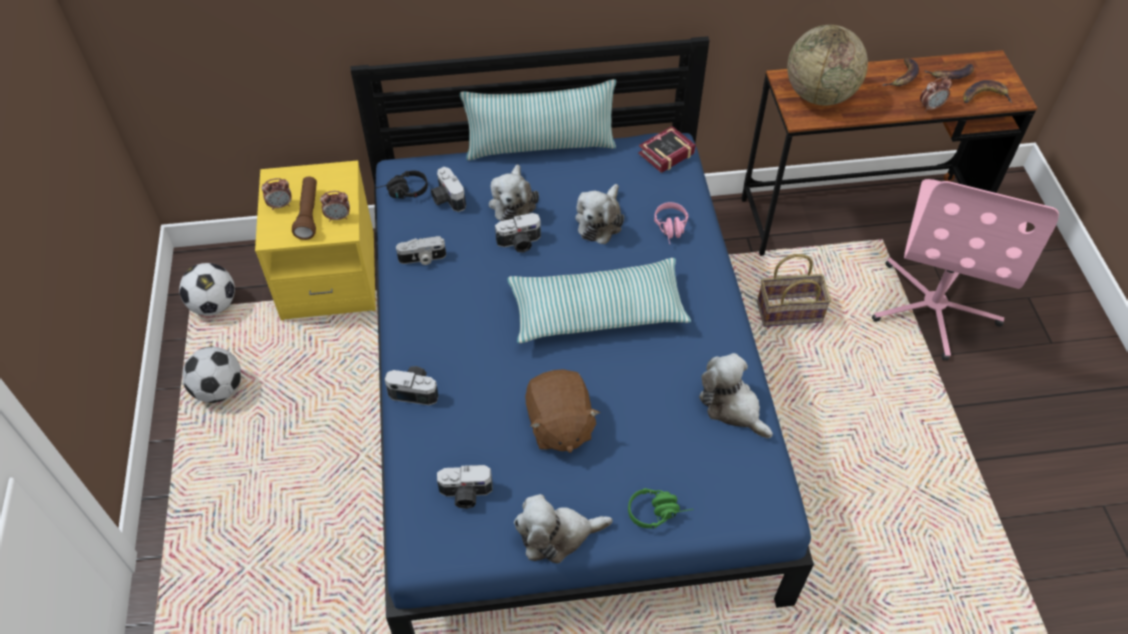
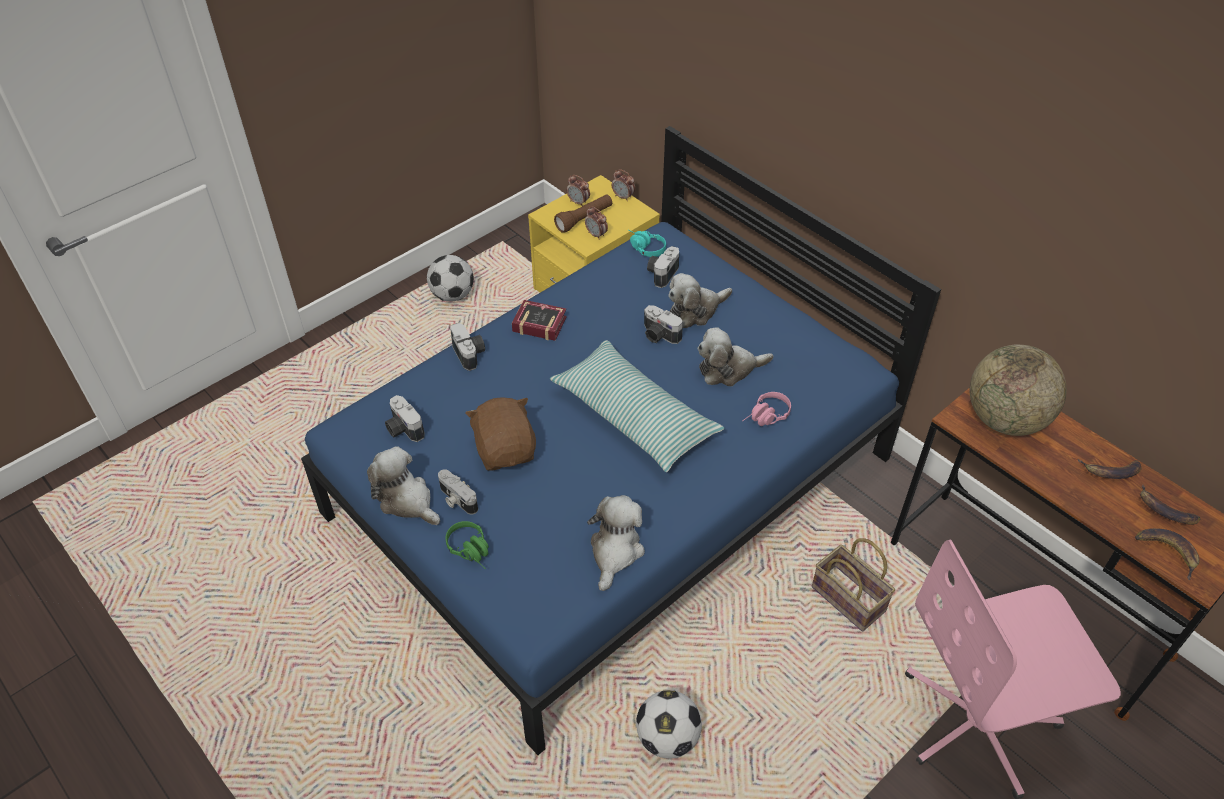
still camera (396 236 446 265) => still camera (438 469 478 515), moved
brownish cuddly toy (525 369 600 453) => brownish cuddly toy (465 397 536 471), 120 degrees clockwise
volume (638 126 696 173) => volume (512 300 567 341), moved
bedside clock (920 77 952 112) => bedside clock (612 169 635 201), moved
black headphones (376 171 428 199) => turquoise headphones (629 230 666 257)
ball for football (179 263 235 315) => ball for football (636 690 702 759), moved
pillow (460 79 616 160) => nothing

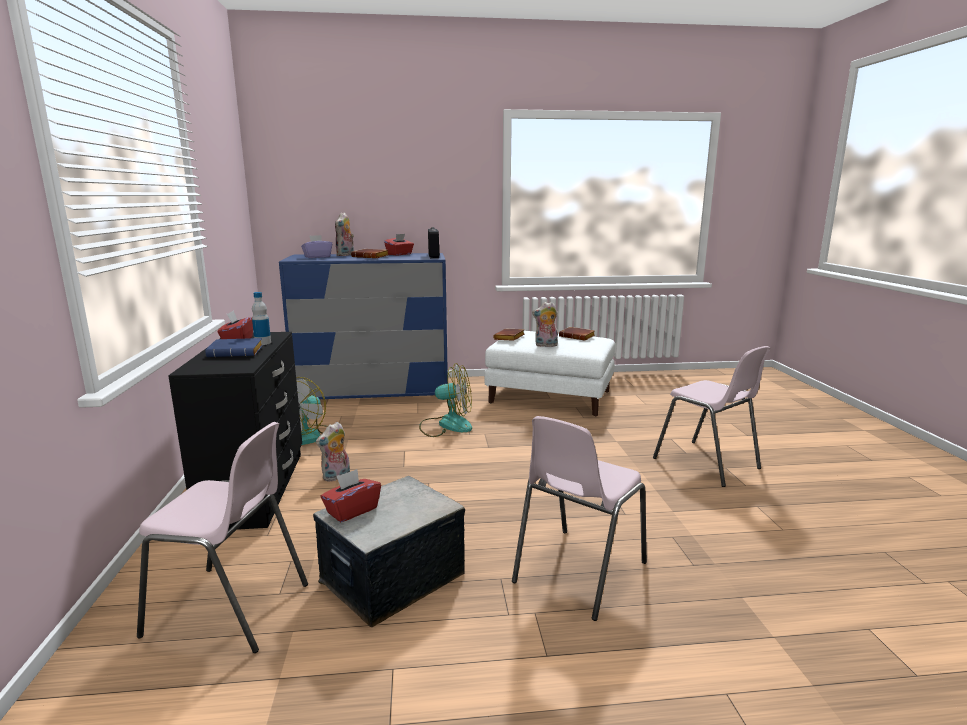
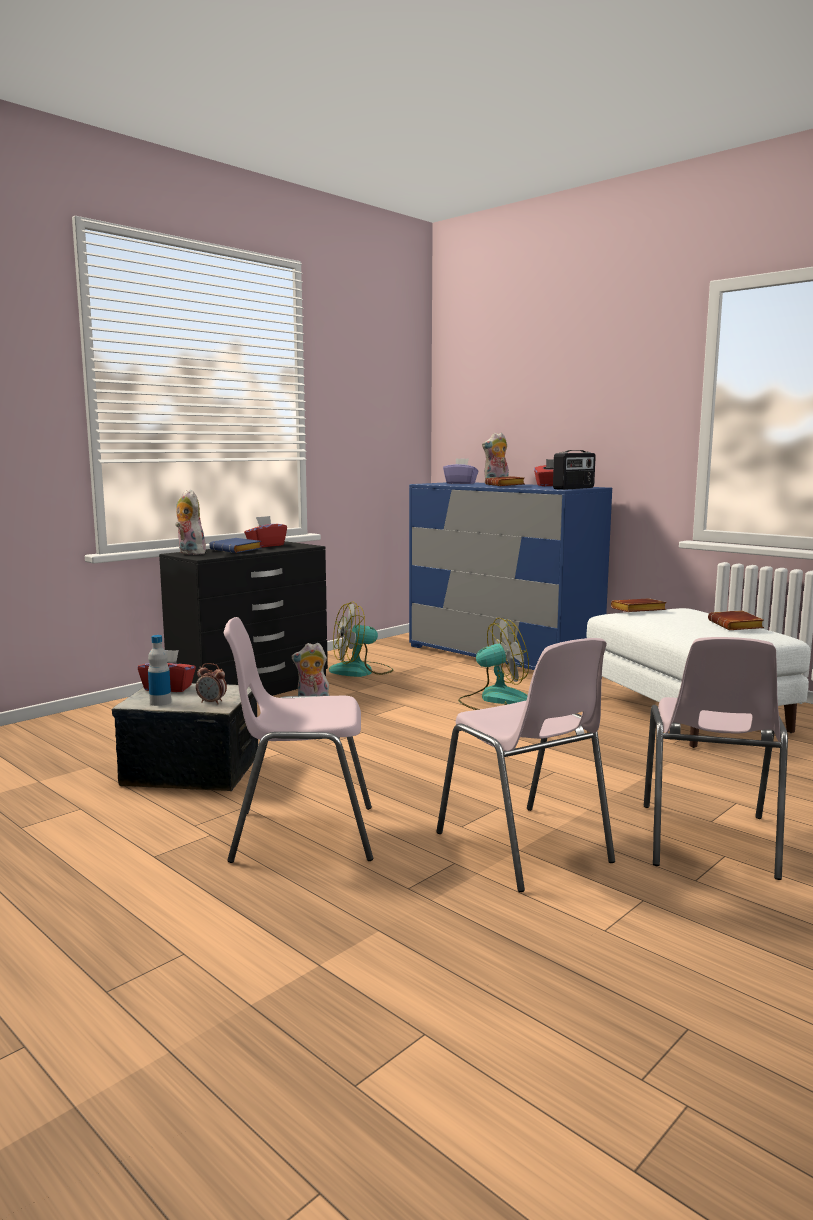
beverage bottle (252 292 271 345) => beverage bottle (148 635 171 706), moved
cuddly toy (532 302 558 347) => cuddly toy (176 490 206 555), moved
nothing => bedside clock (196 663 227 704)
pink-coloured chair (137 422 308 653) => pink-coloured chair (436 638 615 892), moved
electric fan (419 363 472 437) => electric fan (458 618 529 710), 75 degrees counterclockwise

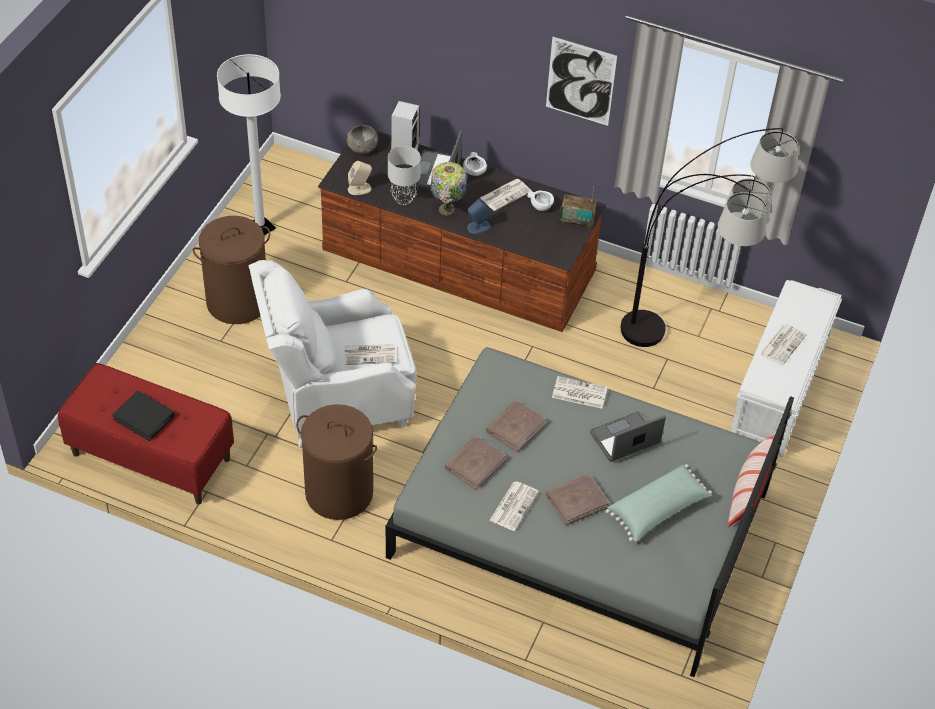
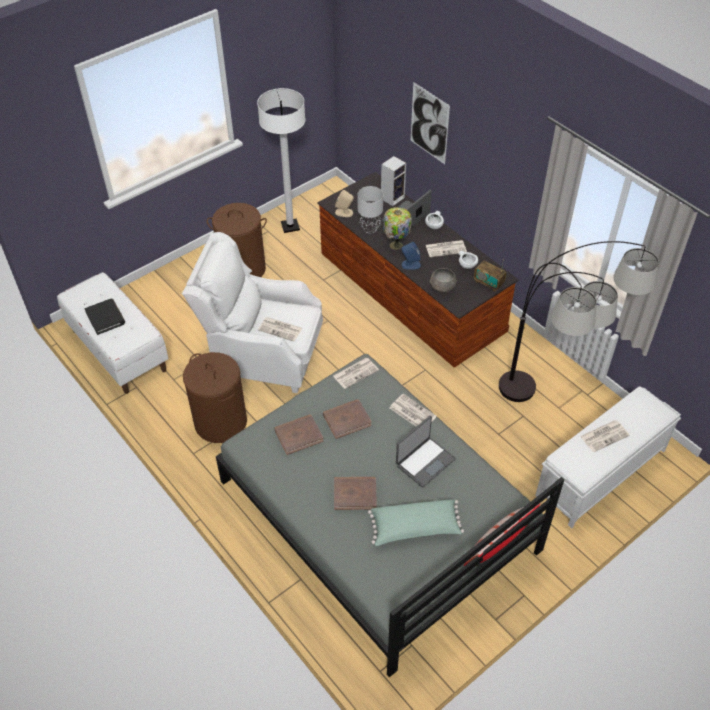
red-coloured bench (58 363 234 505) => white bench (57 272 169 394)
printed paper (489 482 539 531) => printed paper (333 358 379 389), moved
portable computer (590 412 666 462) => portable computer (396 415 456 488), 135 degrees clockwise
wall art (546 37 617 126) => wall art (411 82 450 164), moved
grey bowl (347 125 378 154) => grey bowl (430 268 457 293), moved

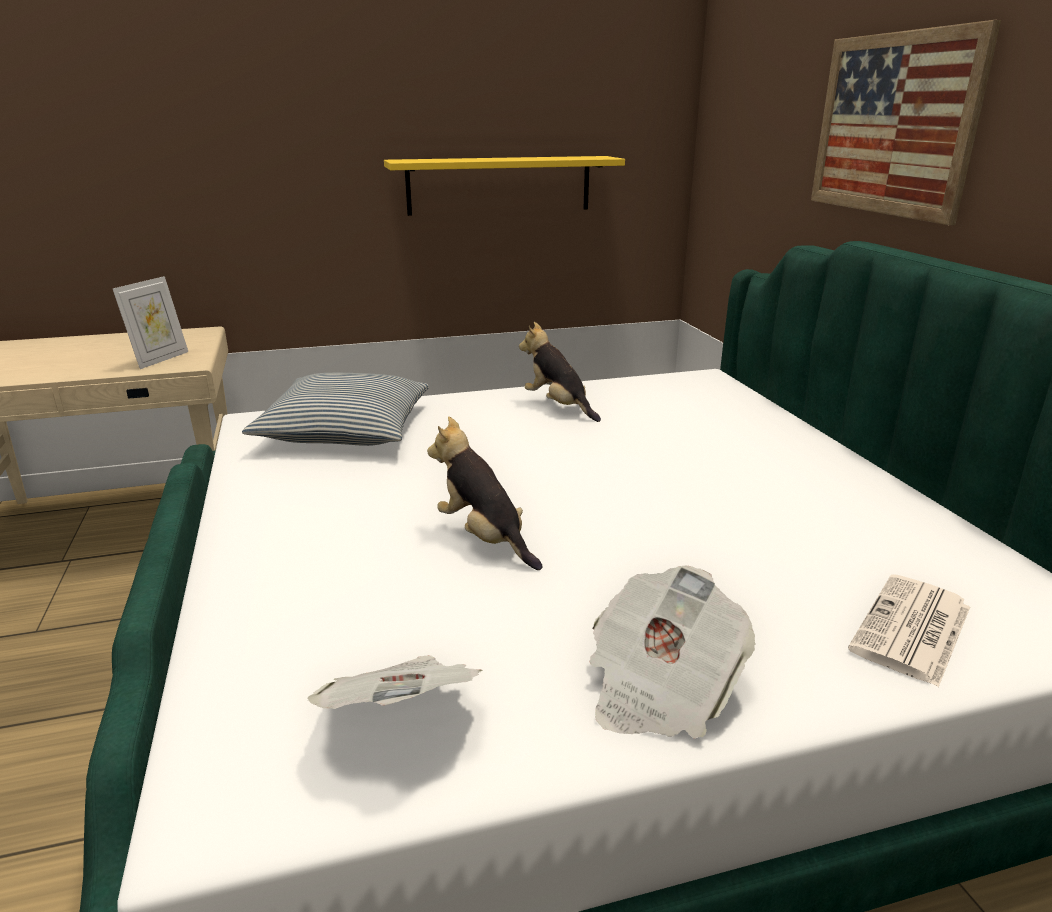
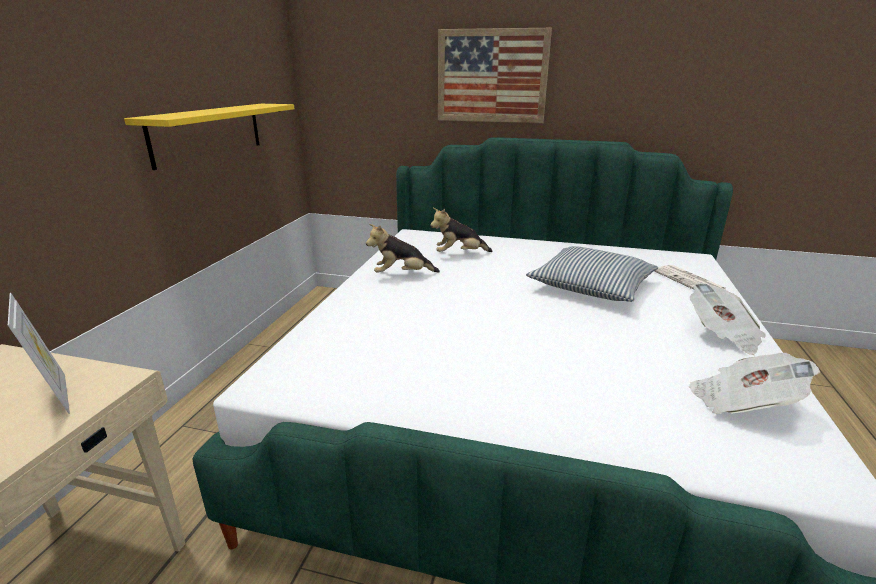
cuddly toy (427 417 542 570) => cuddly toy (430 208 493 252), moved
pillow (242 373 429 446) => pillow (526 246 658 302), moved

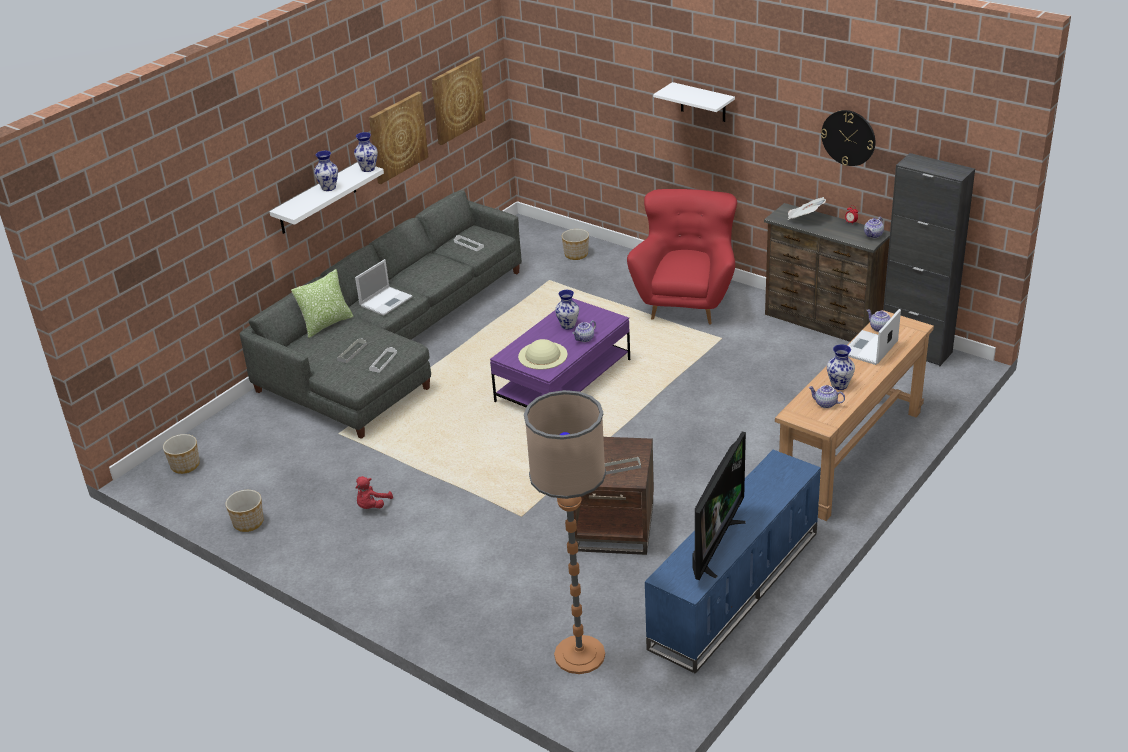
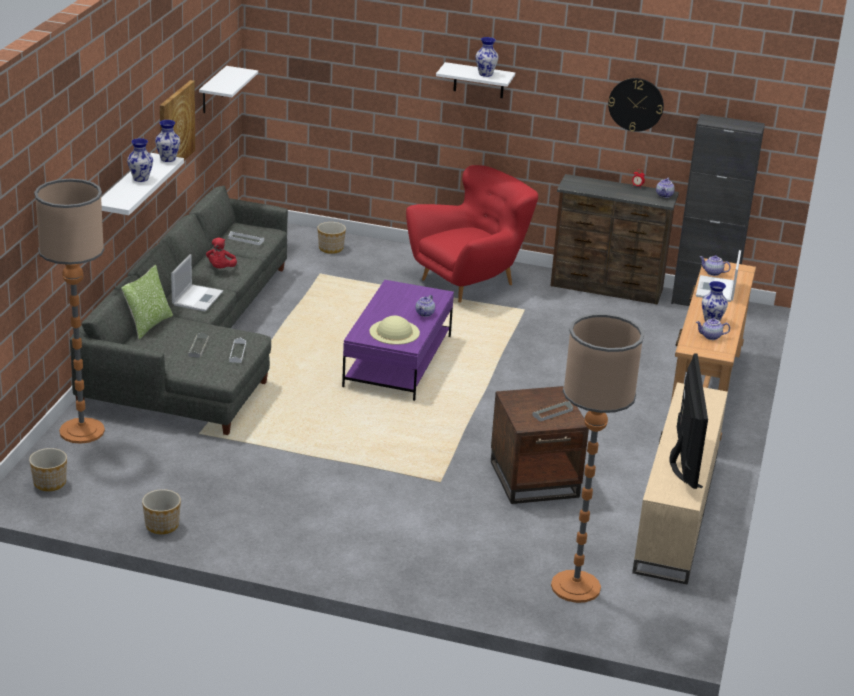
nothing => standard lamp (34 178 105 444)
wall art (432 56 485 145) => white wall shelf (199 66 258 113)
red-coloured cuddly toy (355 476 393 509) => red-coloured cuddly toy (206 237 237 268), moved
red-coloured easy chair (627 189 737 324) => red-coloured easy chair (406 165 538 303), 60 degrees clockwise
flower vase (555 290 579 329) => flower vase (475 37 499 77), moved
bluish media console (645 450 821 674) => sand-coloured media console (632 382 728 585)
printed paper (788 197 826 220) => nothing

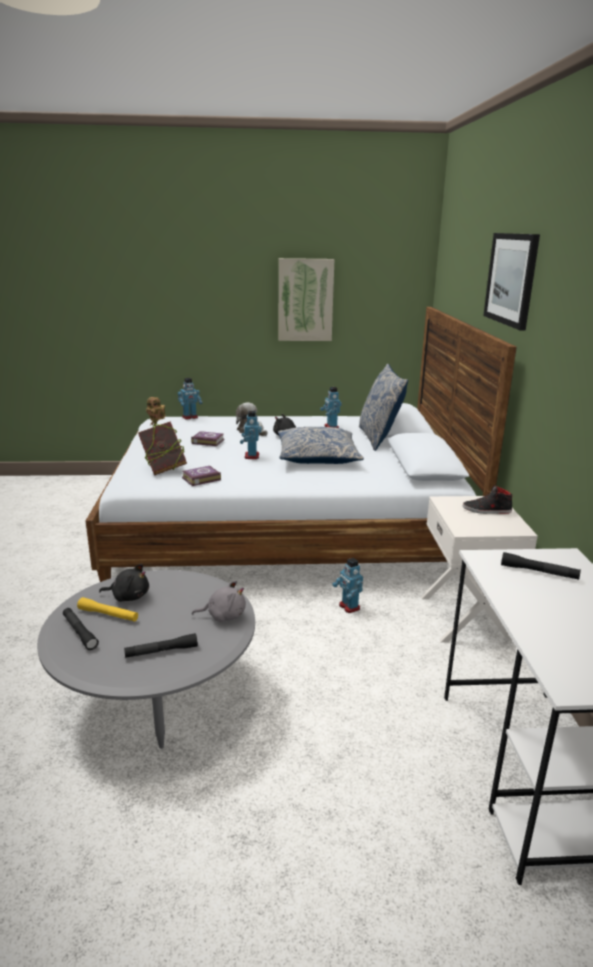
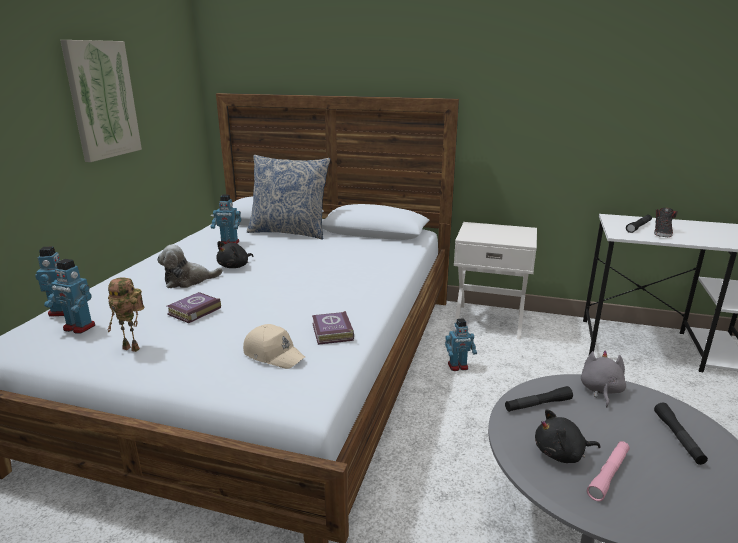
robot figure (240 410 262 459) => robot figure (44 259 95 334), moved
volume (138 422 187 475) => sand-coloured peaked cap (243 324 305 369)
black flashlight (63 608 99 650) => black flashlight (505 386 573 412), moved
black cuddly toy (99 564 149 602) => black cuddly toy (535 409 601 463), 120 degrees counterclockwise
yellow-coloured flashlight (77 597 138 622) => pink-coloured flashlight (587 441 630 501)
black item of footwear (462 485 512 514) => black item of footwear (654 208 678 237), moved
pillow (278 427 364 464) => nothing
wall art (483 233 540 330) => nothing

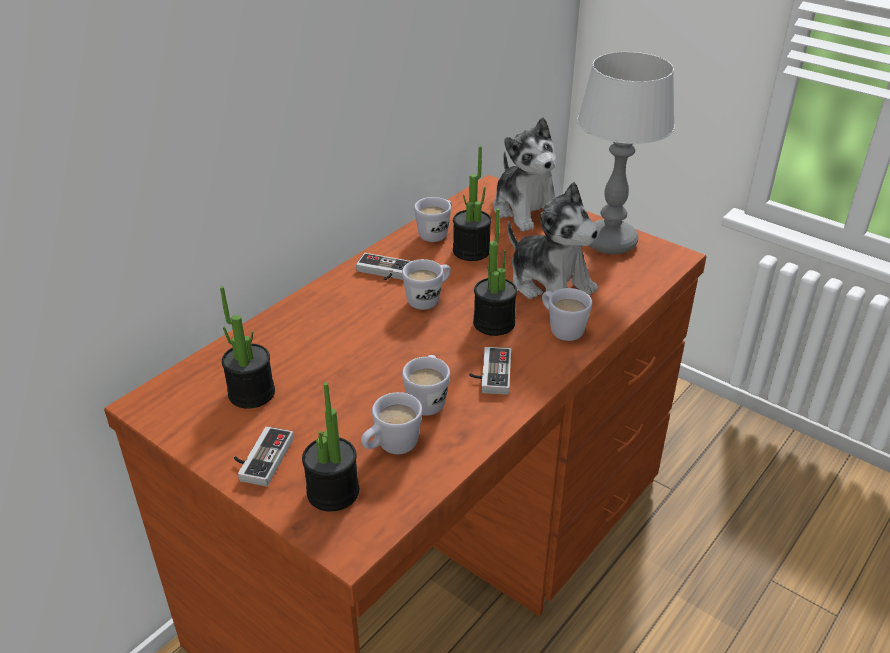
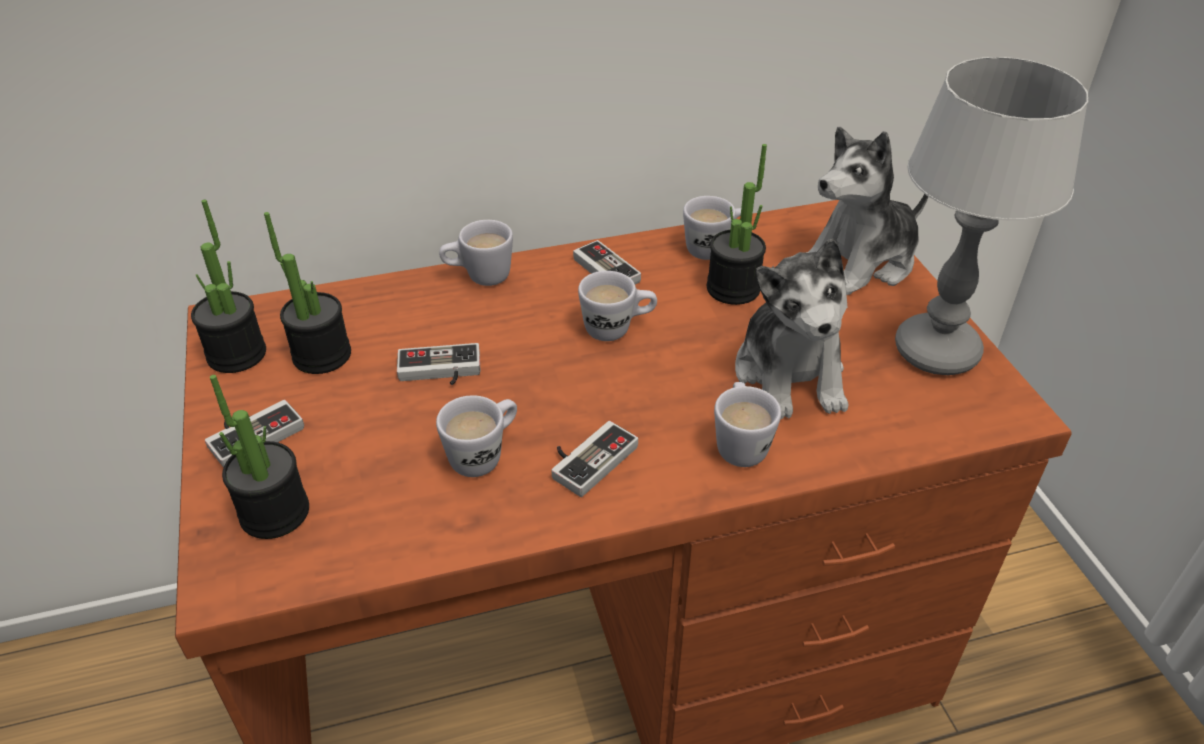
houseplant (473 208 517 336) => houseplant (191 199 266 373), moved
nothing => gamepad (397 343 480 385)
white mug (361 392 422 454) => white mug (439 220 513 286), moved
cuddly toy (493 118 556 232) => cuddly toy (806 127 928 295), 45 degrees clockwise

